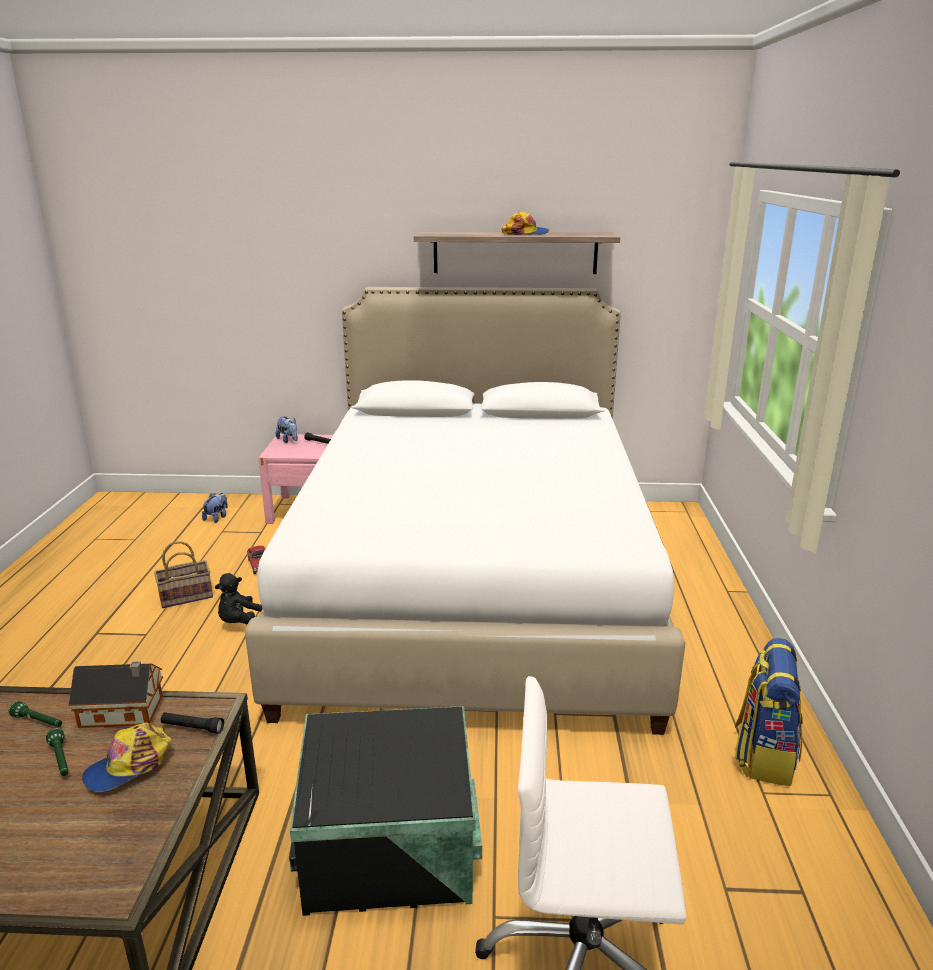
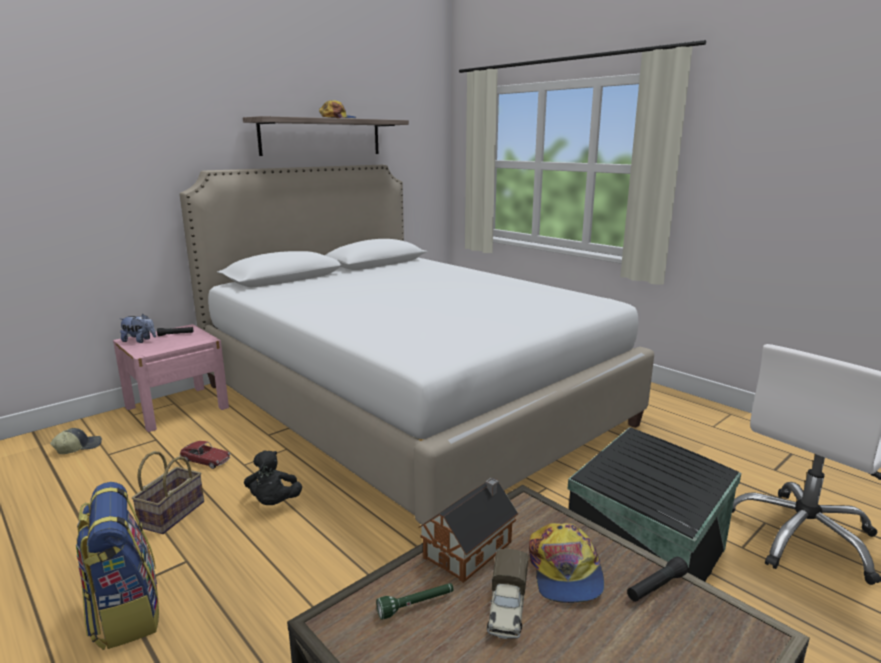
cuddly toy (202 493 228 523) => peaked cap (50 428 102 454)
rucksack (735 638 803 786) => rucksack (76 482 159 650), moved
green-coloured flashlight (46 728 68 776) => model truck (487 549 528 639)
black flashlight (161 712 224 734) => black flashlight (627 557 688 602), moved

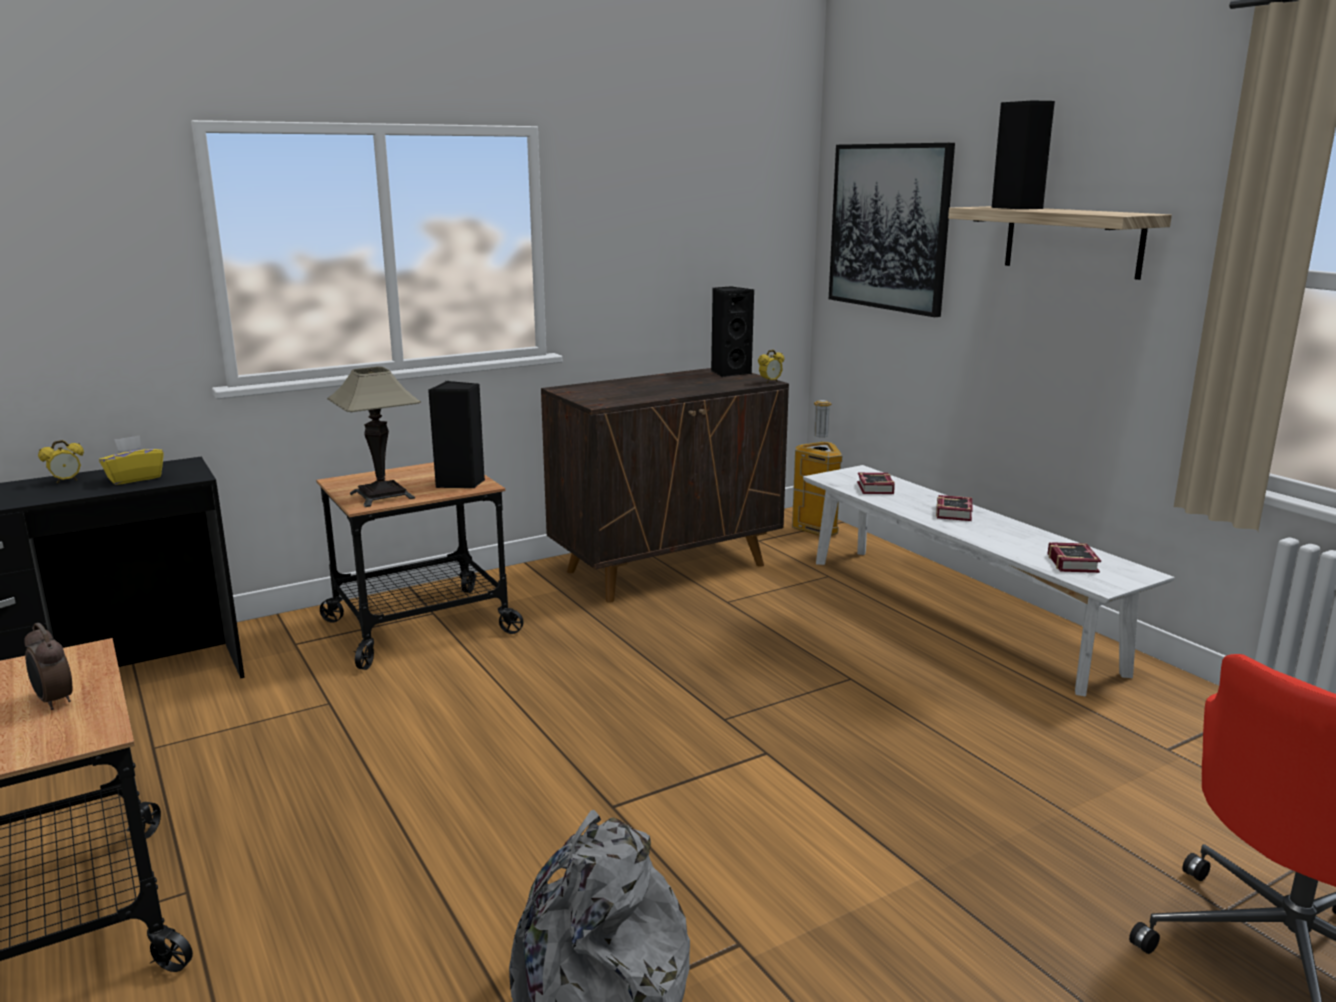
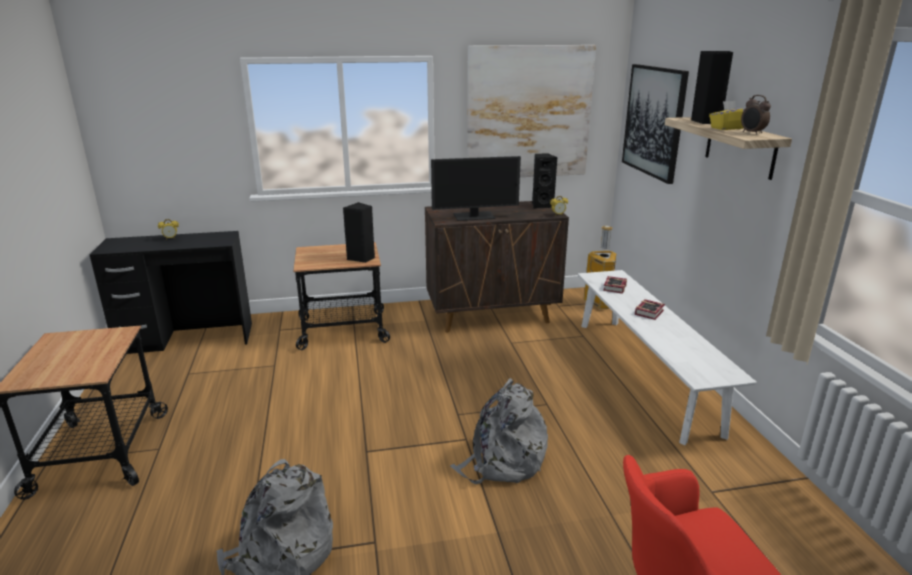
nothing => computer screen (431 156 521 221)
nothing => grey rucksack (450 378 548 484)
nothing => wall art (467 45 596 177)
yellow-coloured box of tissues (99 435 164 485) => yellow-coloured box of tissues (709 101 745 130), moved
bedside clock (24 623 72 710) => bedside clock (741 95 771 135), moved
table lamp (327 366 421 507) => nothing
volume (1047 542 1101 573) => nothing

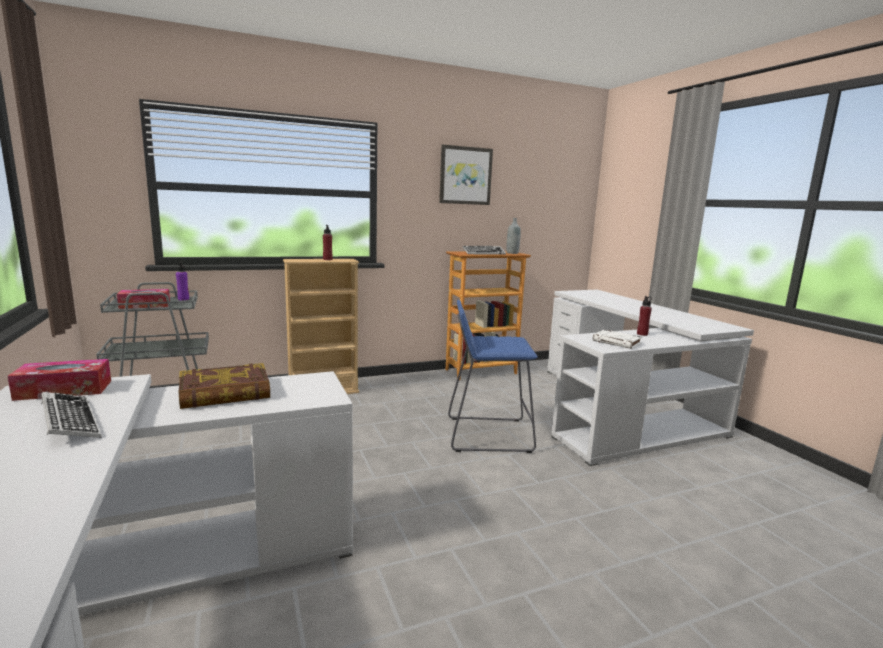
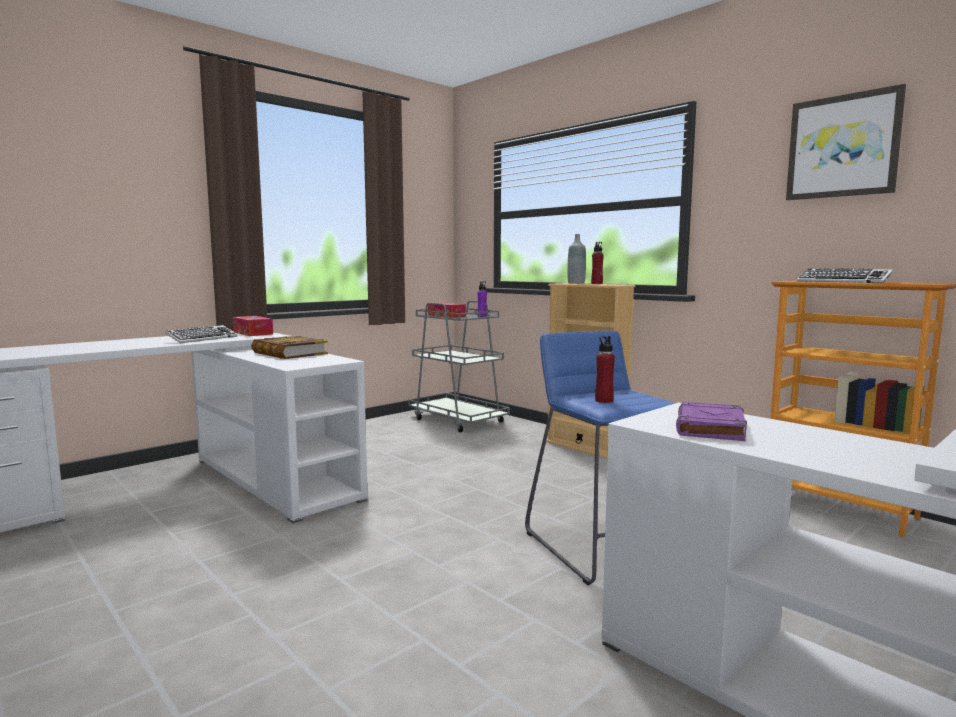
grey beverage bottle (506 218 521 254) => grey beverage bottle (568 234 586 284), moved
red-coloured beverage bottle (637 296 652 336) => red-coloured beverage bottle (595 336 615 403), moved
white volume (593 329 642 349) => purple-coloured volume (676 402 747 441)

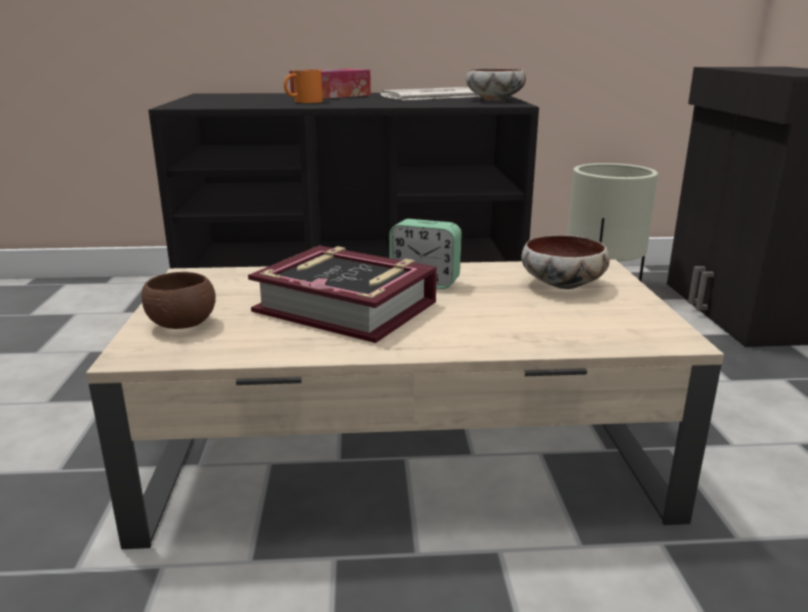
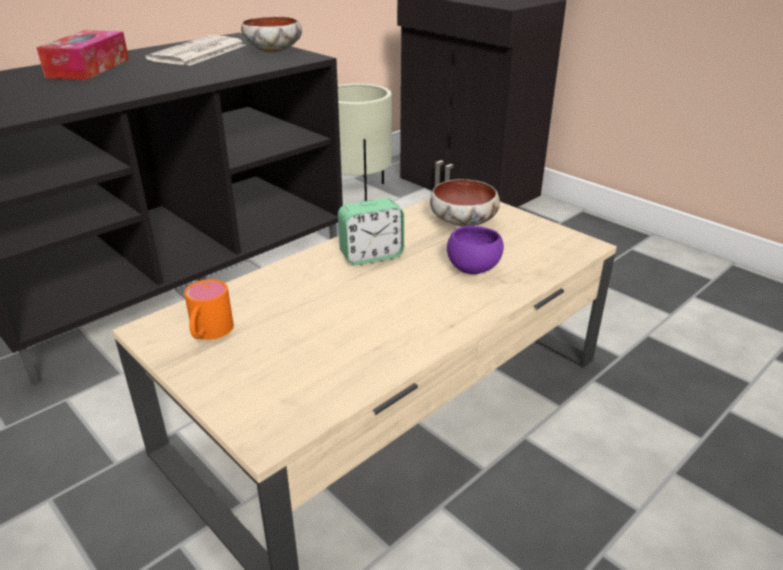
orange-coloured mug (284 70 323 103) => orange-coloured mug (184 279 234 340), moved
nothing => purple-coloured bowl (447 226 504 274)
brownish bowl (141 272 216 329) => nothing
volume (248 245 437 343) => nothing

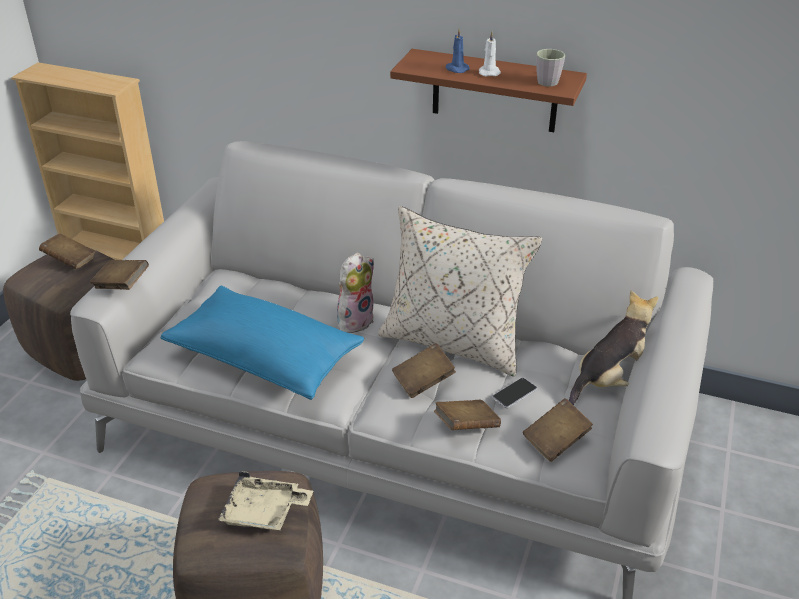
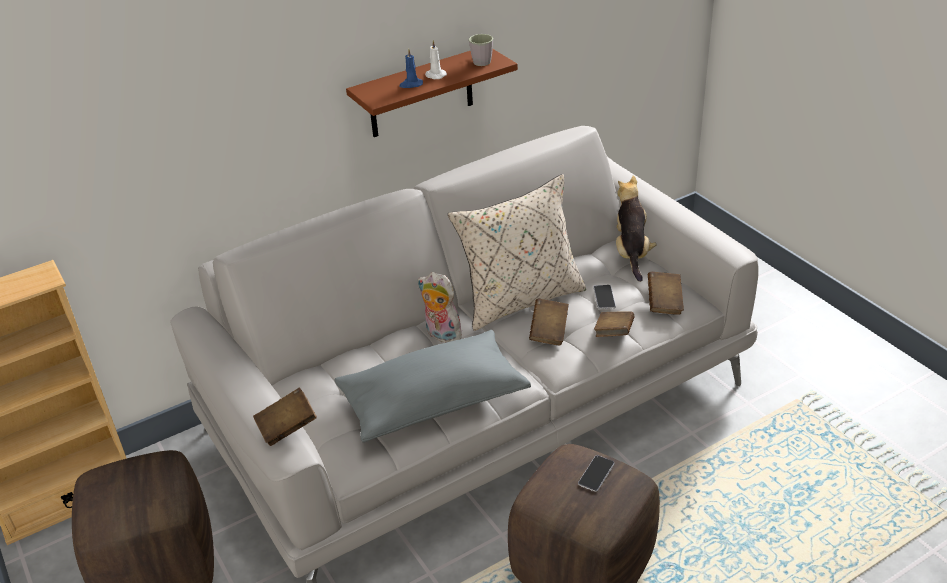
bluish pillow (160 286 364 400) => grey pillow (334 330 531 442)
cuddly toy (337 253 374 333) => cuddly toy (418 272 463 343), 45 degrees counterclockwise
sand-coloured carrying tray (218 471 313 530) => phone (578 455 615 492)
brownish volume (39 233 95 269) => nothing

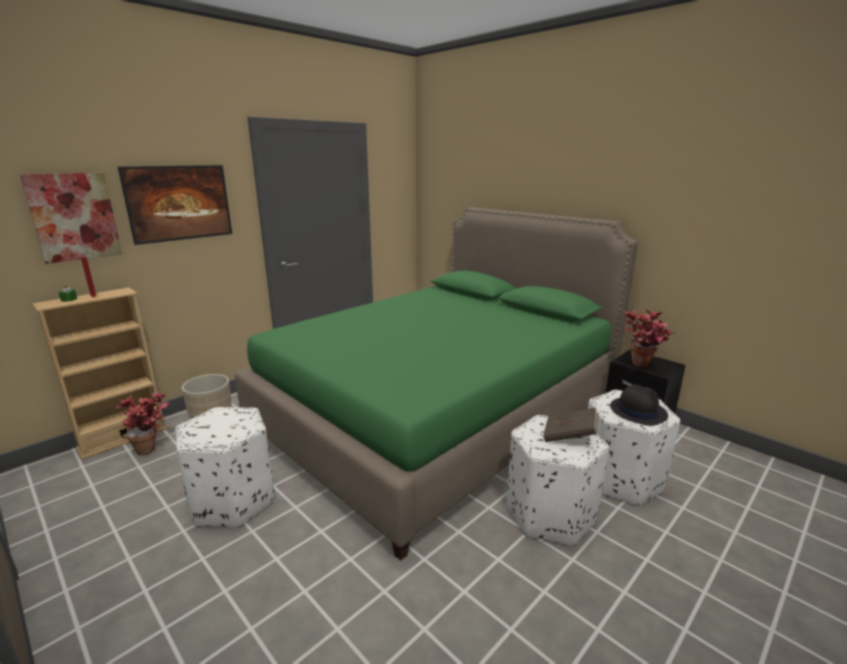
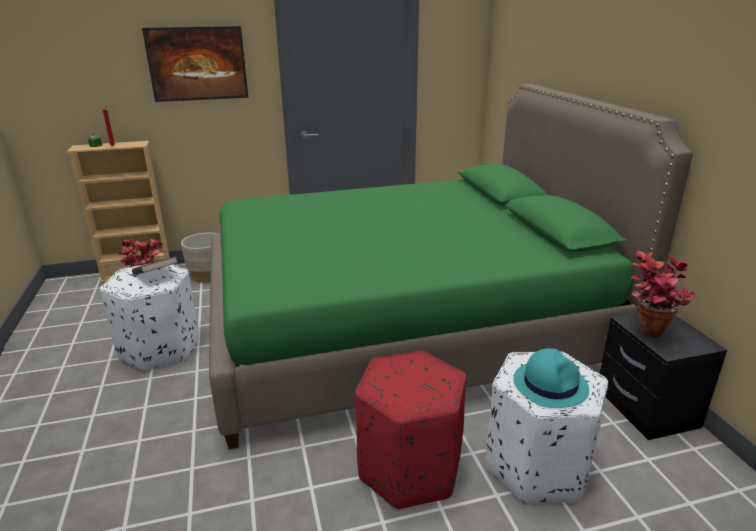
brownish volume (543 408 598 442) => brownish volume (132 256 178 275), moved
white pouffe (507 415 609 546) => red-coloured pouffe (355 351 466 510)
black clothing hat (610 385 668 426) => turquoise clothing hat (513 348 589 408)
wall art (20 173 122 264) => nothing

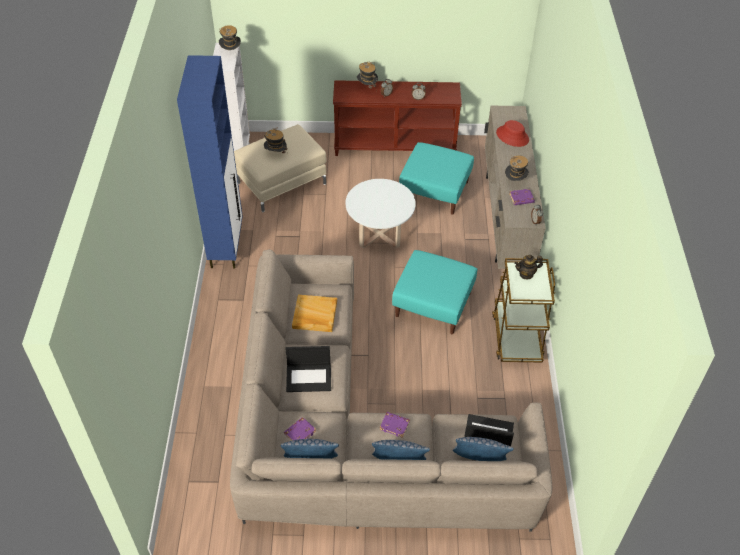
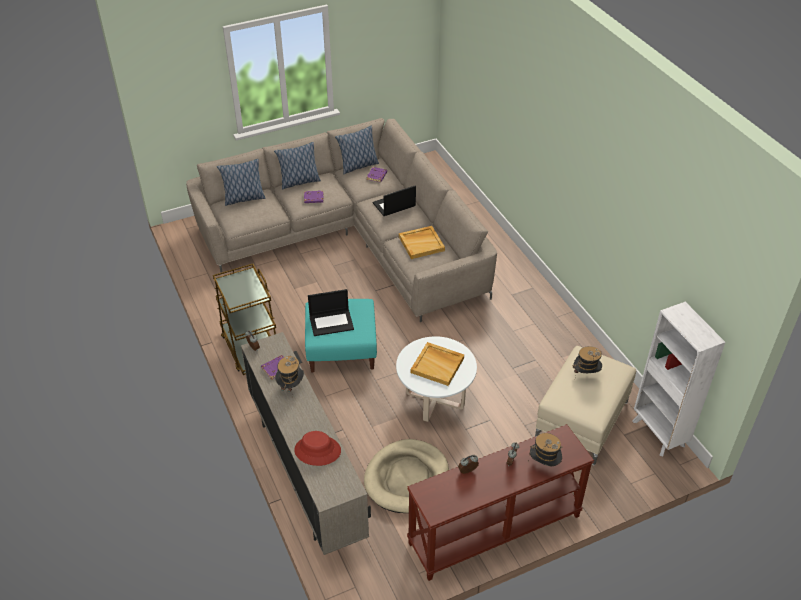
portable computer (464 414 514 446) => portable computer (308 289 354 336), moved
turquoise pouffe (399 142 474 215) => sand-coloured dog bed (364 439 449 513)
nothing => sand-coloured carrying tray (411 342 464 386)
bluish cupboard (177 55 243 269) => nothing
clothing hat (219 25 241 50) => nothing
teapot (514 255 543 280) => nothing

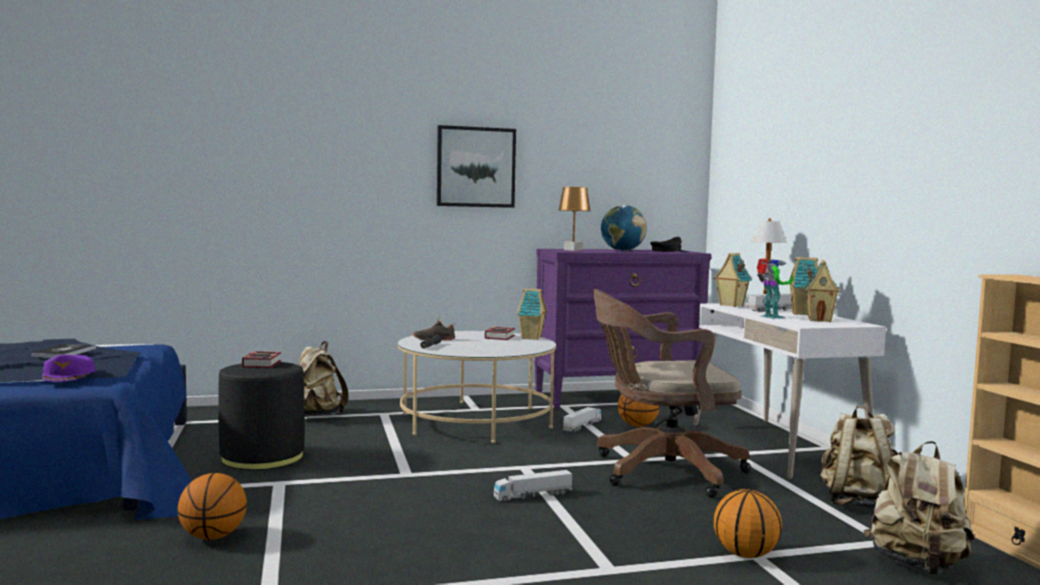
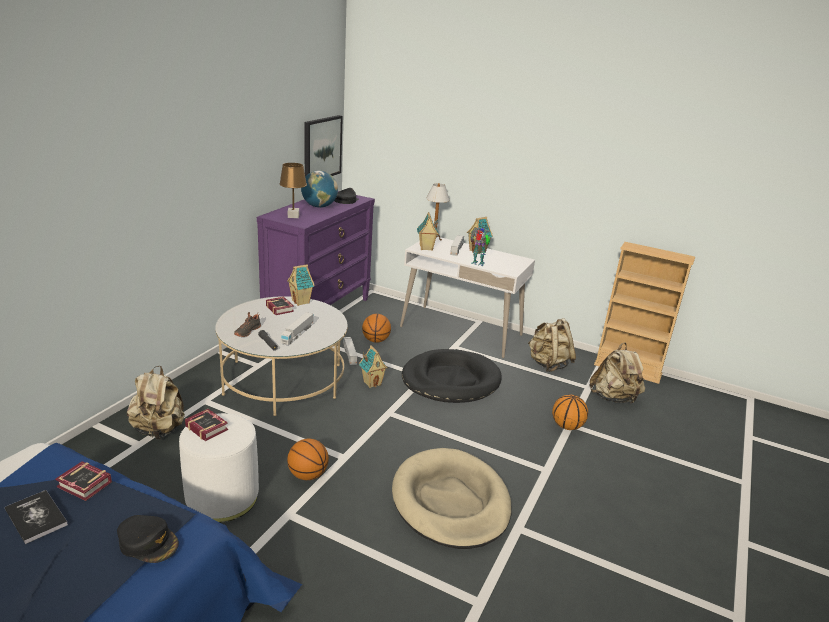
nothing => volume (55 461 112 501)
purple-coloured peaked cap (42 355 95 382) => black peaked cap (117 515 179 563)
black pouffe (218 362 305 470) => white pouffe (179 413 259 523)
model truck (494 470 572 501) => model truck (281 312 313 345), moved
basketball (178 473 247 540) => basketball (287 439 329 480), moved
wall art (437 125 516 208) => wall art (305 115 343 177), moved
model house (803 260 841 322) => model house (359 345 388 388), moved
nothing => sand-coloured dog bed (392 448 511 549)
brownish desk chair (593 289 751 498) => black dog bed (402 349 502 403)

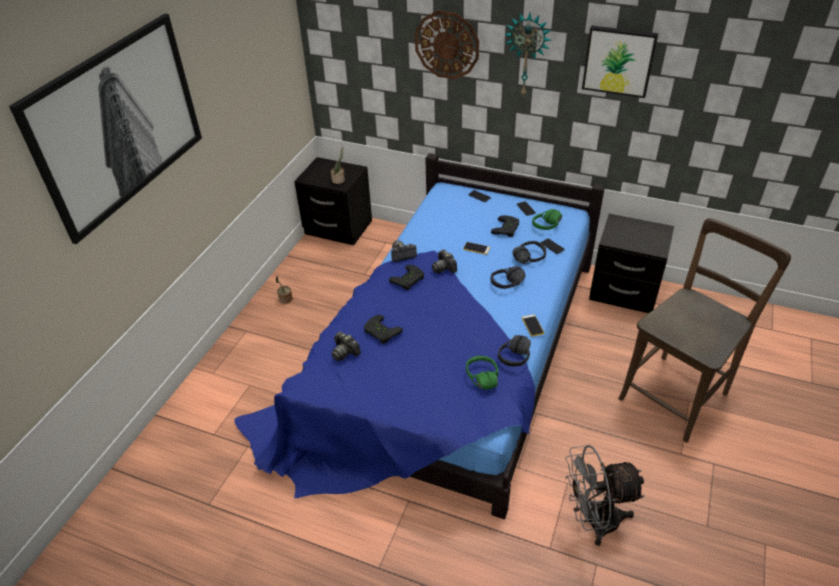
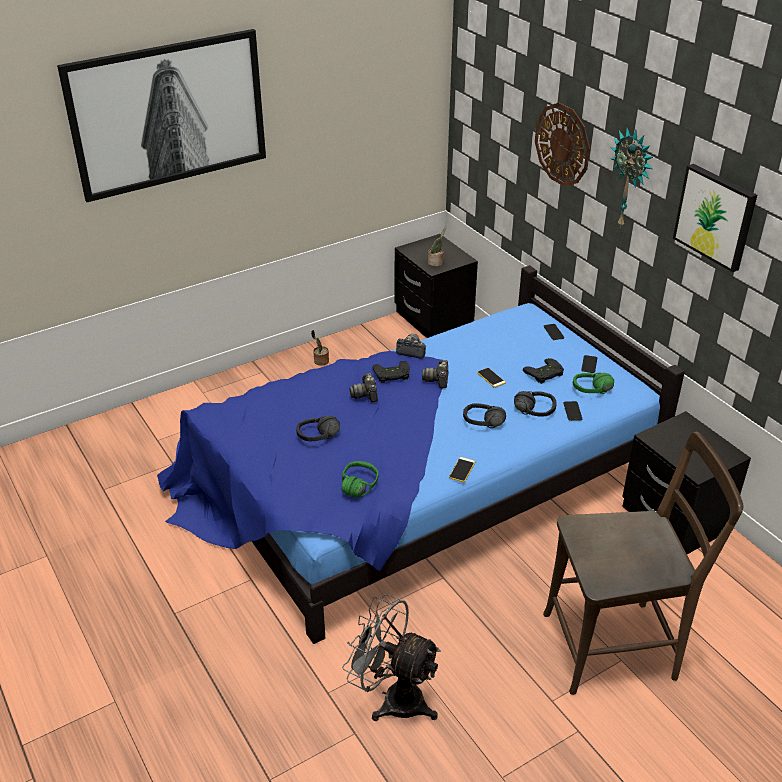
black headphones (498 335 531 366) => black headphones (296 416 340 442), moved
still camera (331 331 361 361) => still camera (349 373 378 402), moved
black gamepad (364 315 403 344) => nothing

